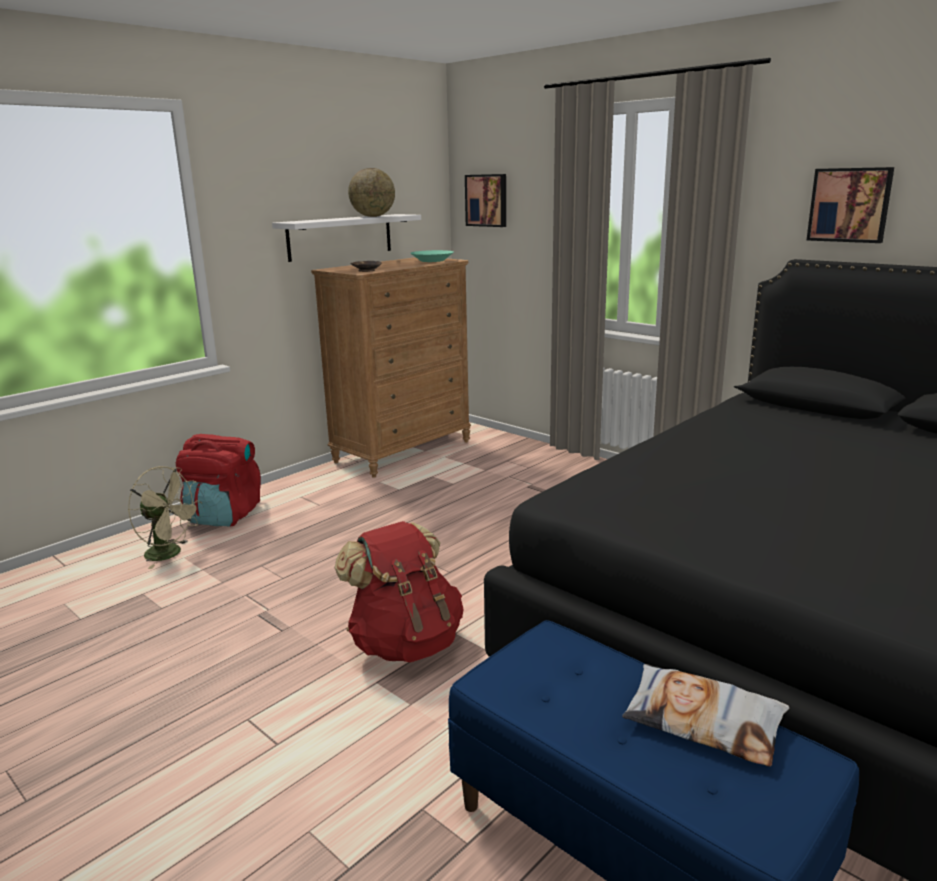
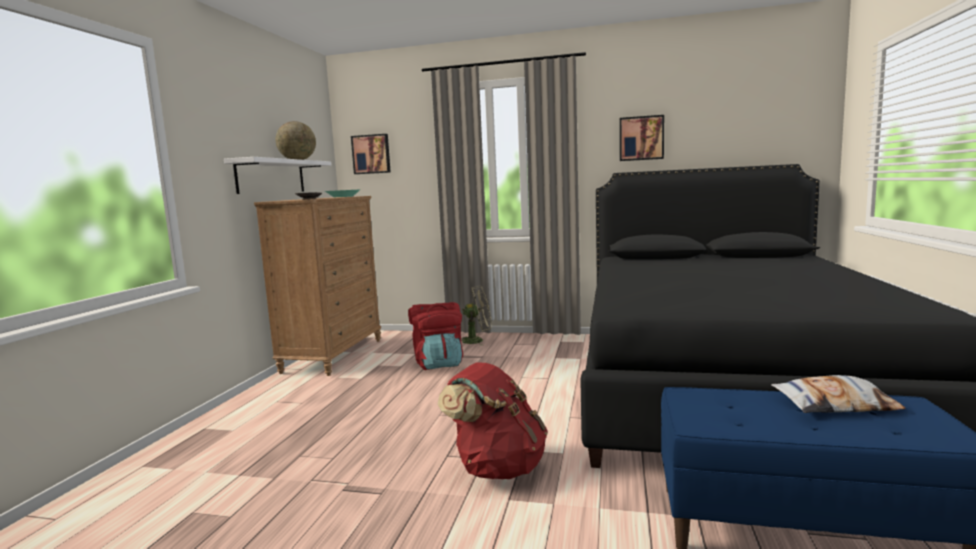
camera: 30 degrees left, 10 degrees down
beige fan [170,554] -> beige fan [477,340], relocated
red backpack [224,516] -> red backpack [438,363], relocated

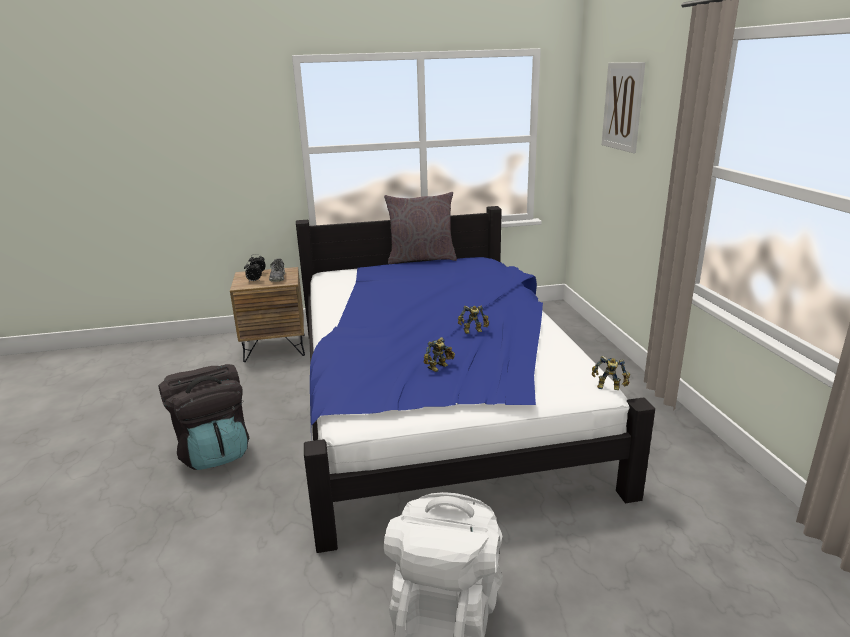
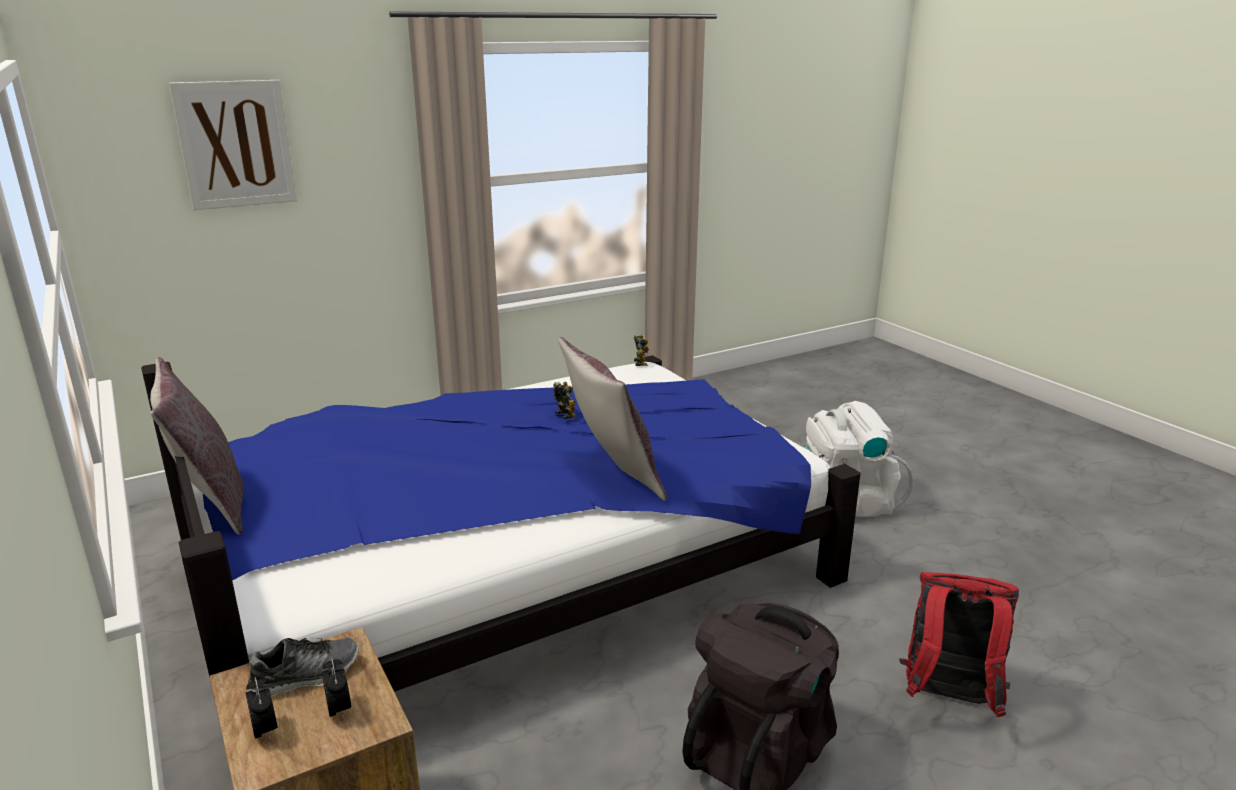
camera: 110 degrees left, 0 degrees up
toy robot [439,367] -> none
none -> grey pillow [611,475]
none -> red backpack [947,699]

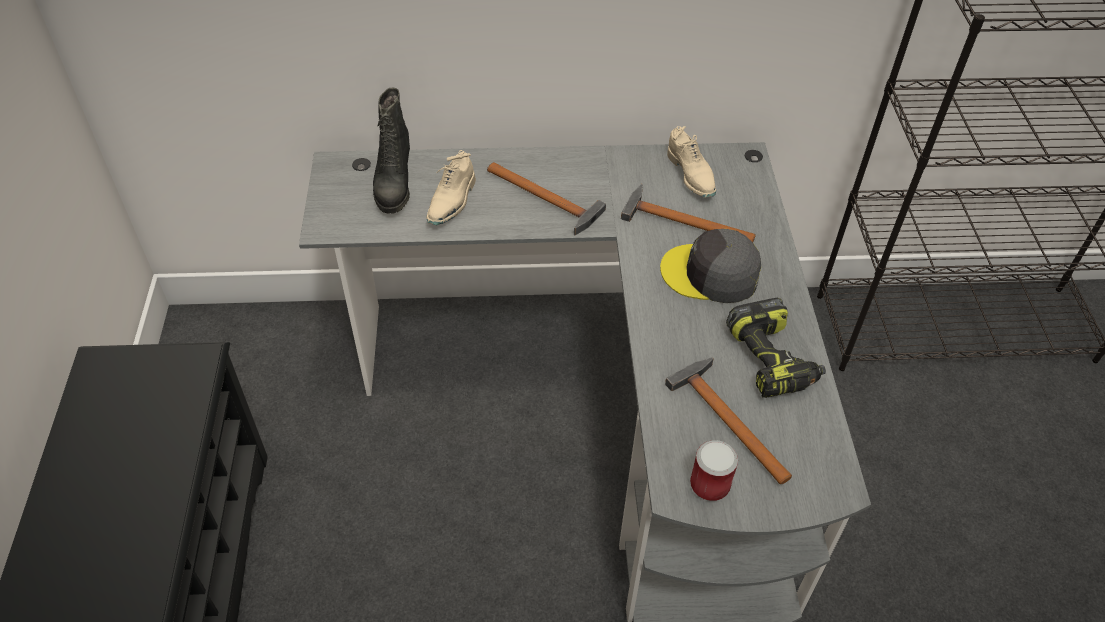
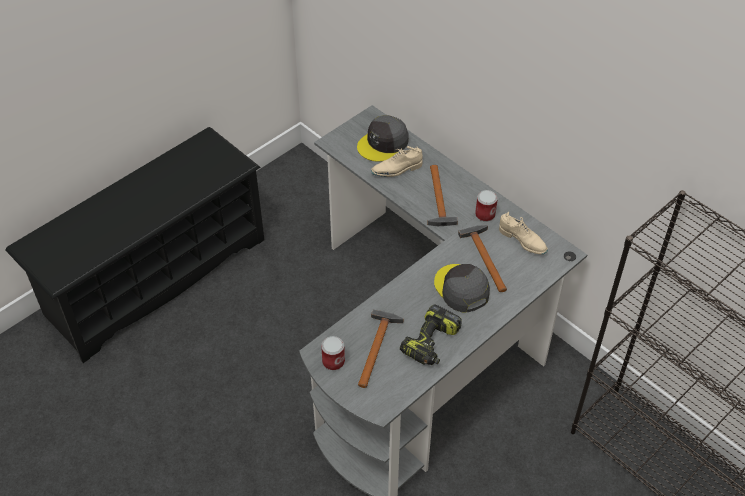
camera: 50 degrees right, 0 degrees up
none -> can [485,214]
black boot [393,184] -> grey cap [383,143]
beige shoe [691,175] -> beige shoe [522,241], 75 degrees counterclockwise

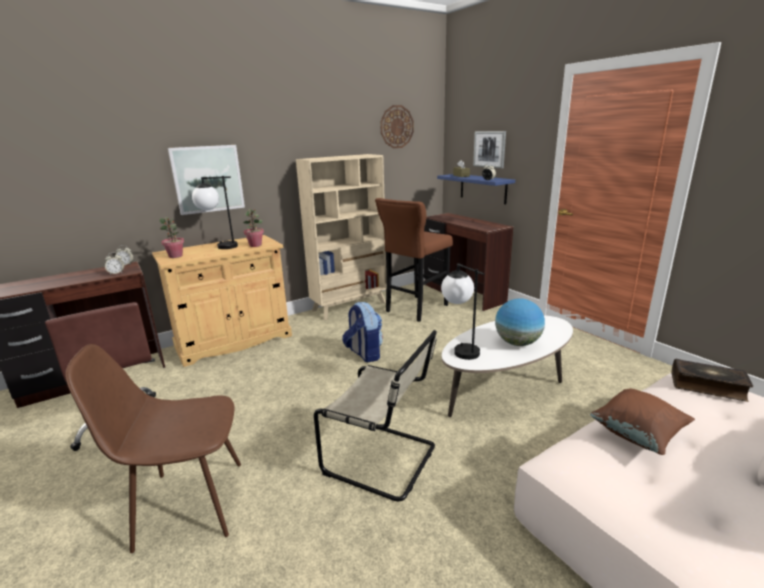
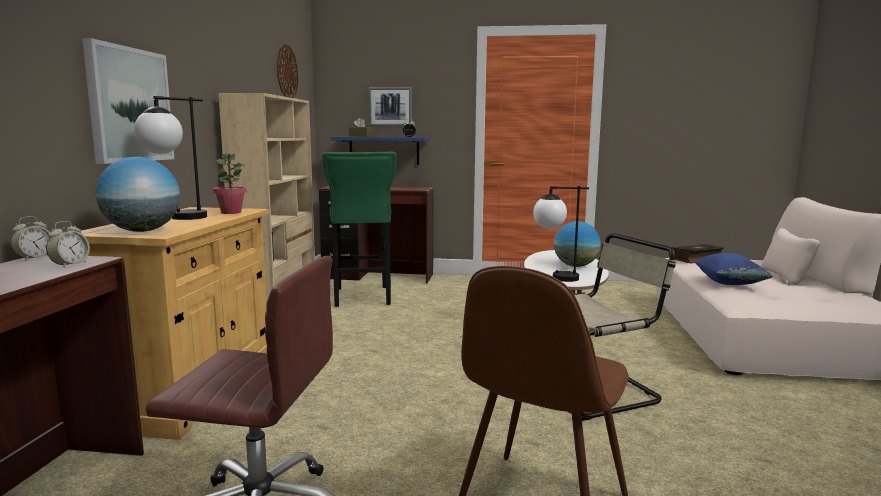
camera: 50 degrees left, 10 degrees down
backpack [364,354] -> none
potted plant [176,256] -> globe [142,231]
brown stool [415,309] -> green stool [362,298]
brown pillow [637,434] -> blue pillow [729,283]

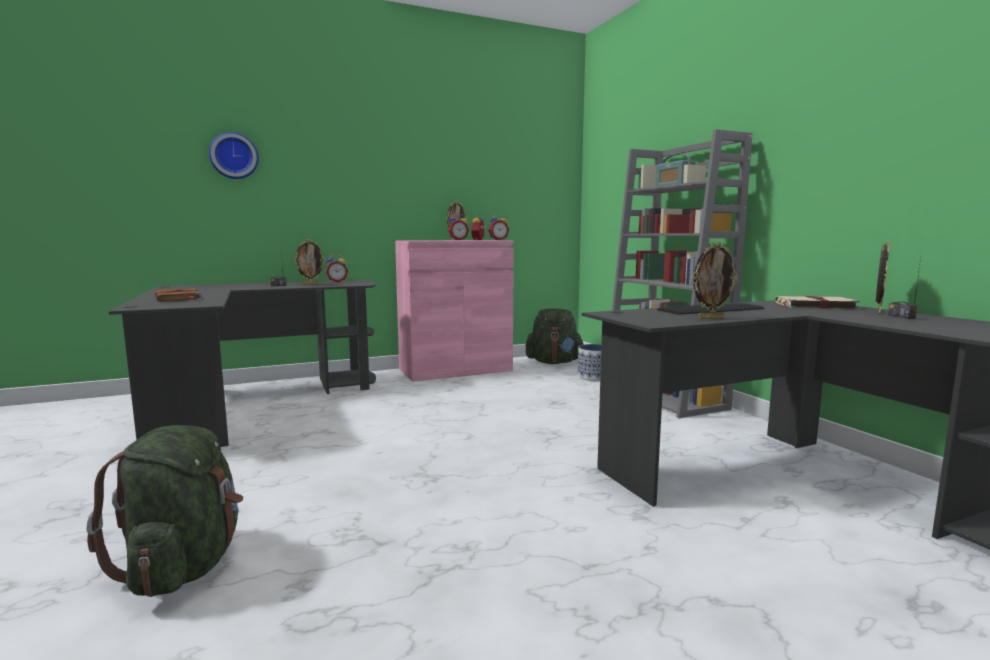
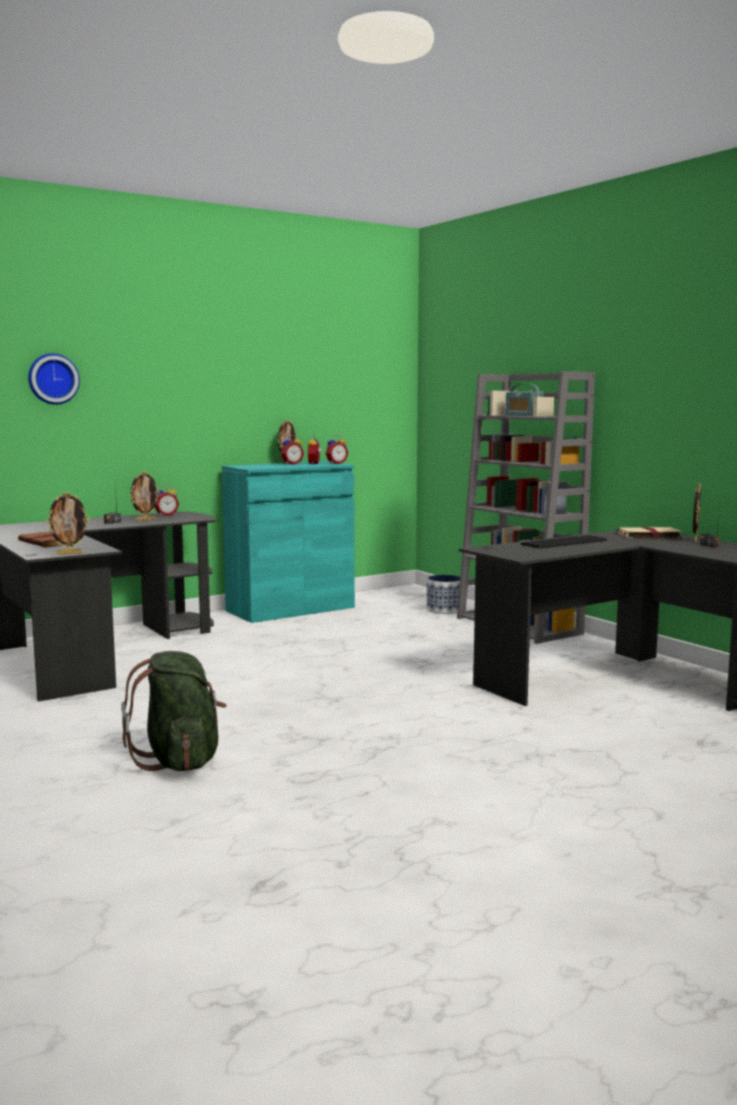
camera: 10 degrees left, 0 degrees up
green backpack [554,362] -> none
picture frame [711,318] -> picture frame [69,553], relocated
pink cabinet [455,370] -> turquoise cabinet [290,609]

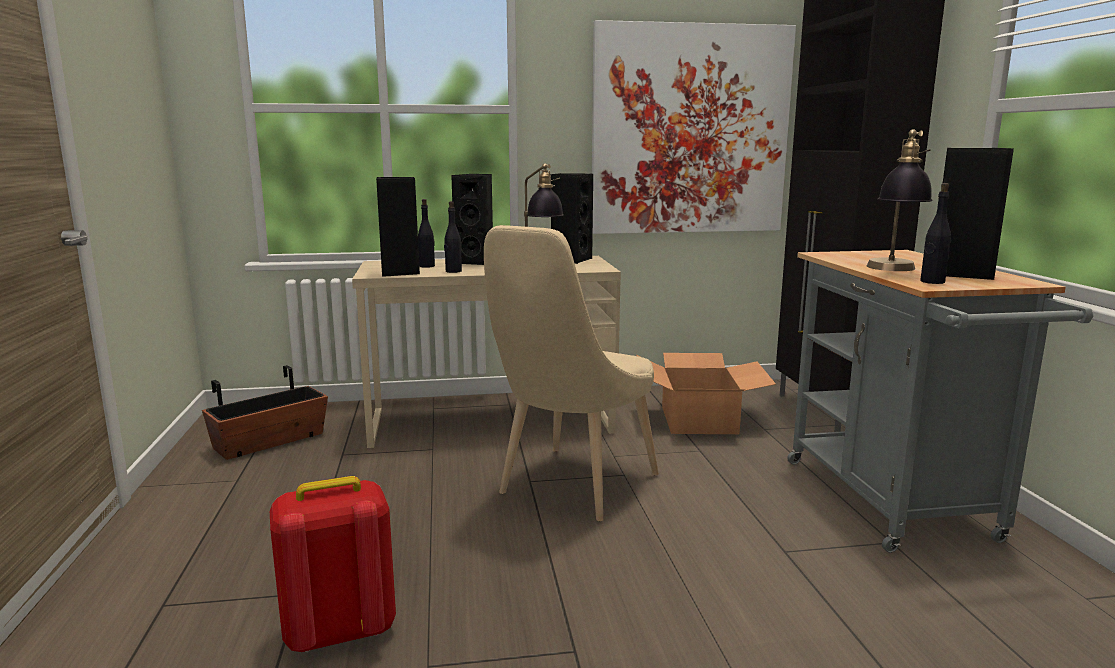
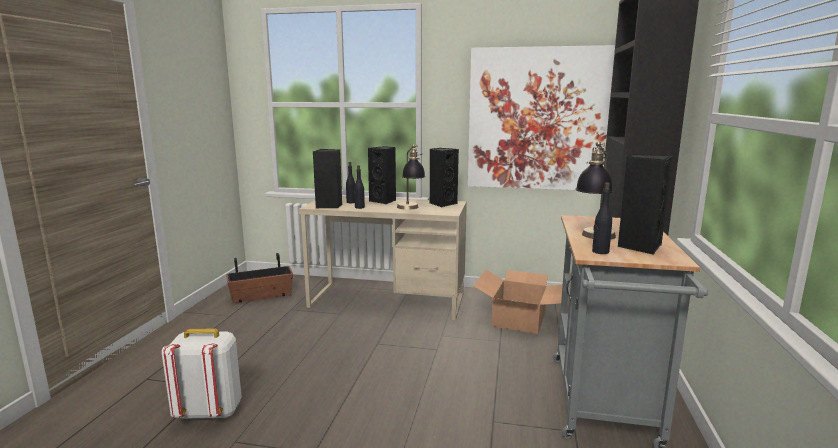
camera: 20 degrees right, 0 degrees up
beige chair [572,488] -> none
red backpack [338,631] -> white backpack [209,412]

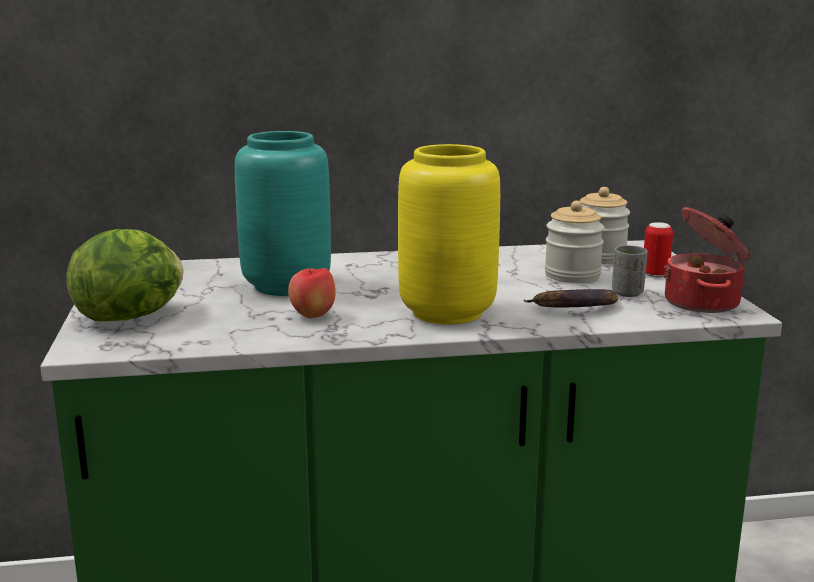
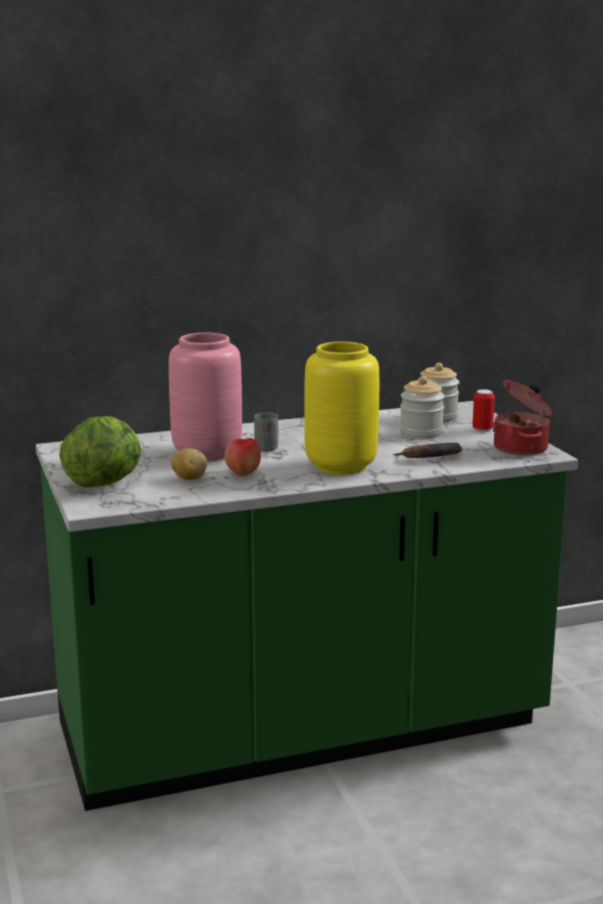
camera: 10 degrees left, 0 degrees up
none -> potato [188,479]
grey cup [627,293] -> grey cup [266,448], relocated
turquoise vase [287,286] -> pink vase [207,453]

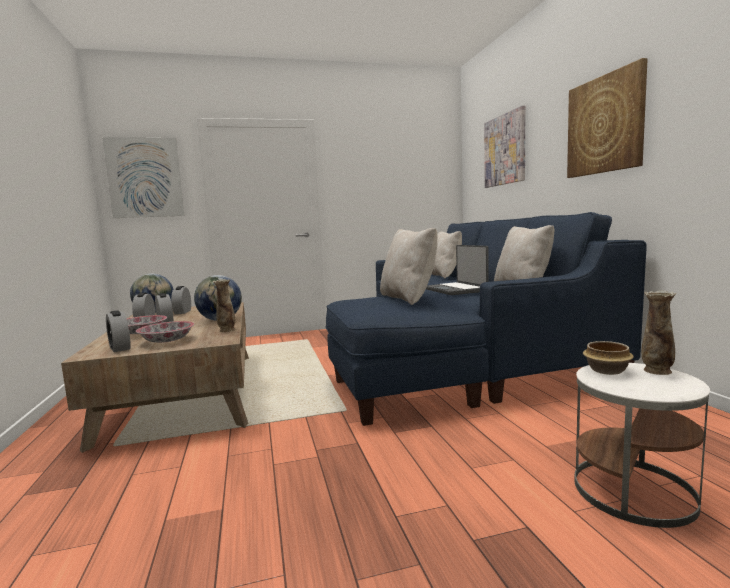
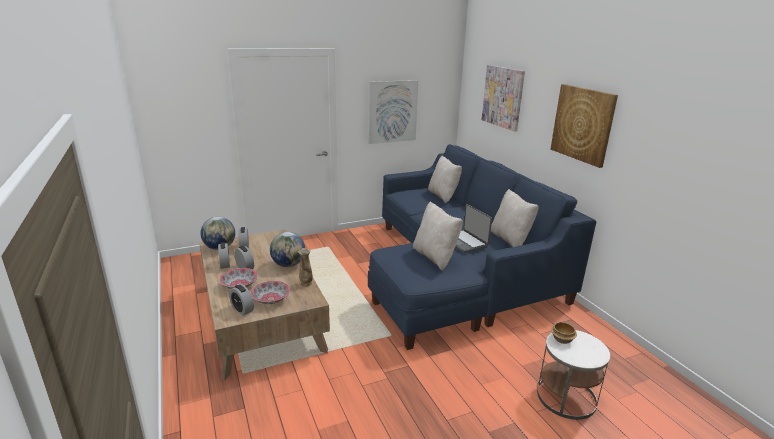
camera: 10 degrees left, 15 degrees up
vase [656,371] -> none
picture [145,178] -> picture [393,112], relocated

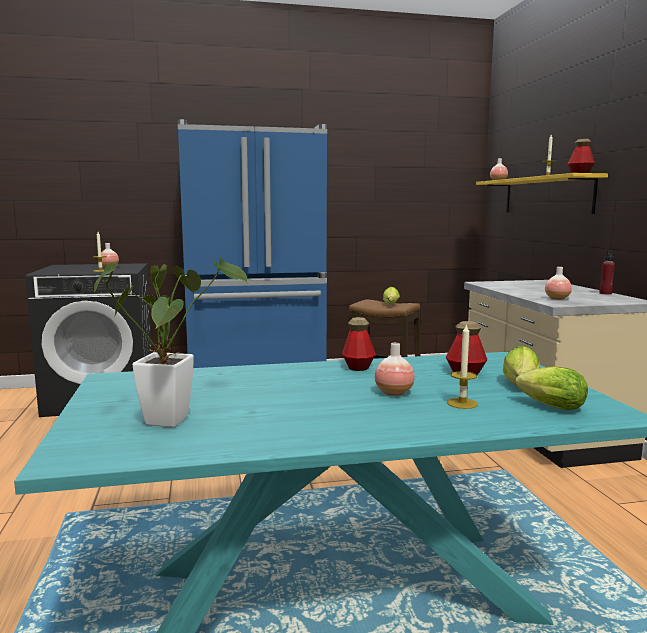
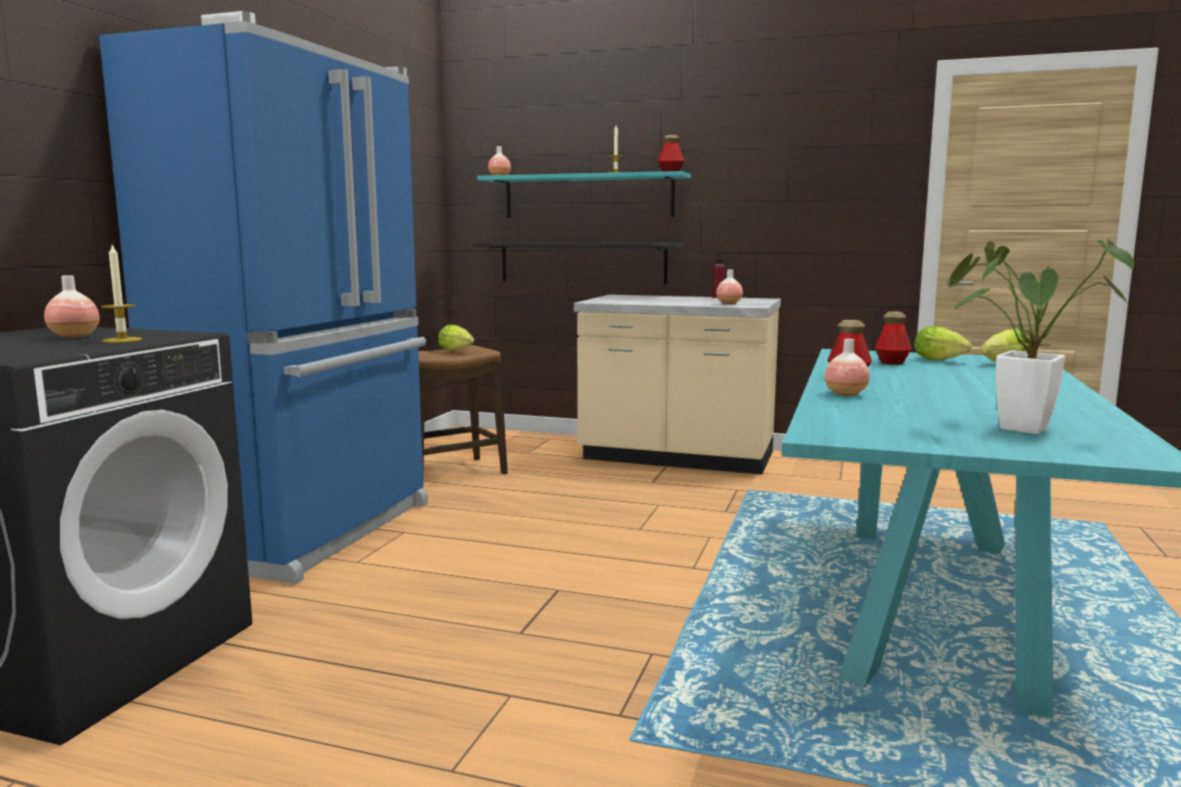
camera: 60 degrees left, 0 degrees up
candle [462,403] -> none
none -> black shelf [582,262]
vase [394,393] -> vase [846,394], relocated
yellow shelf [546,195] -> turquoise shelf [588,196]

